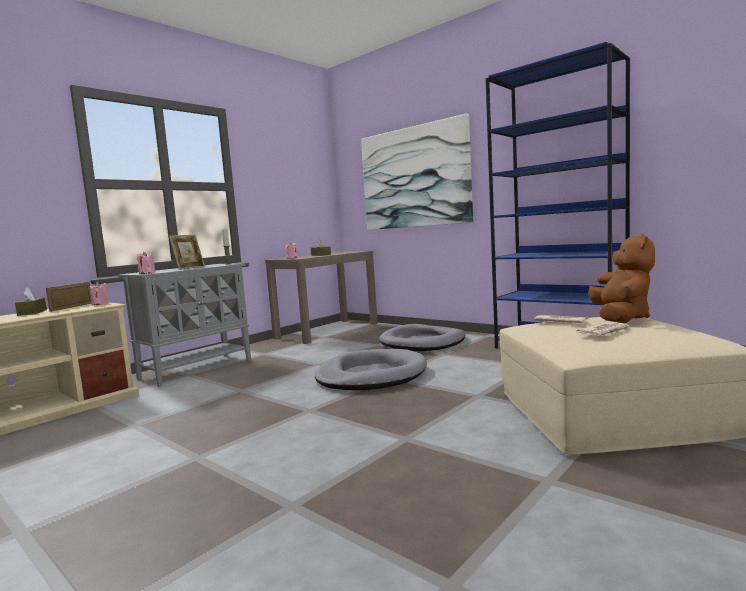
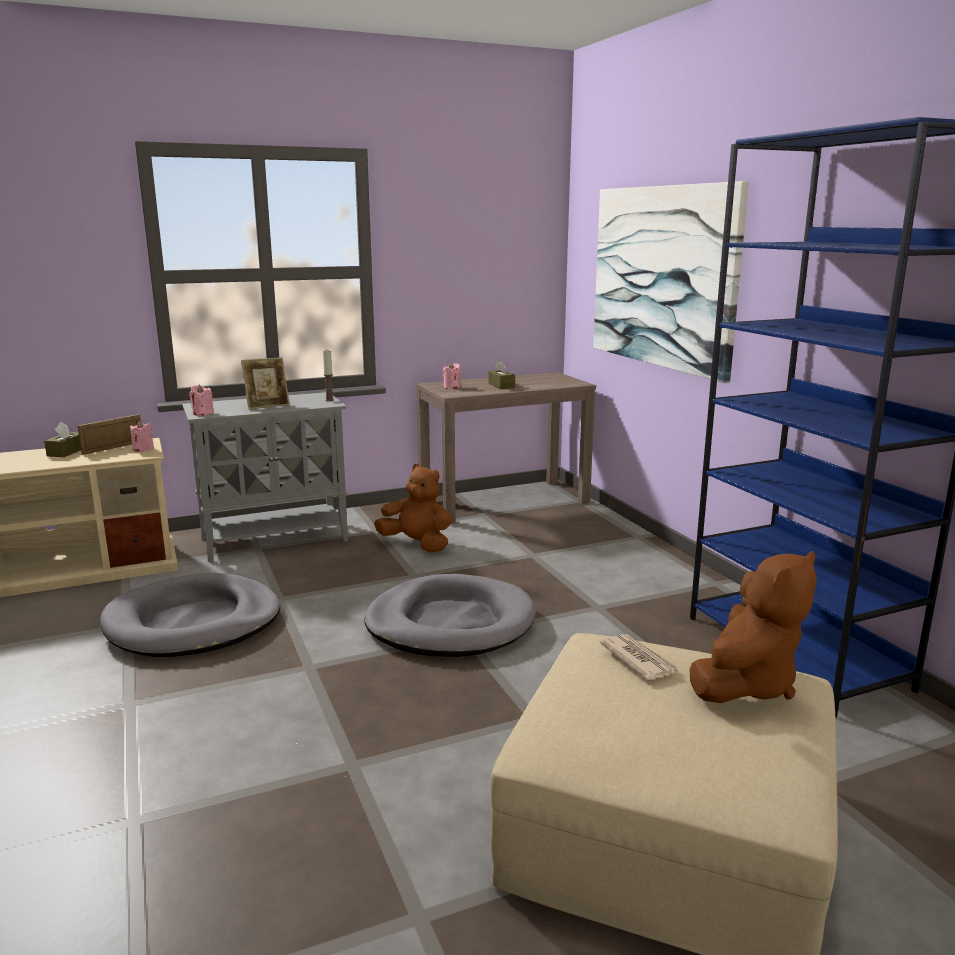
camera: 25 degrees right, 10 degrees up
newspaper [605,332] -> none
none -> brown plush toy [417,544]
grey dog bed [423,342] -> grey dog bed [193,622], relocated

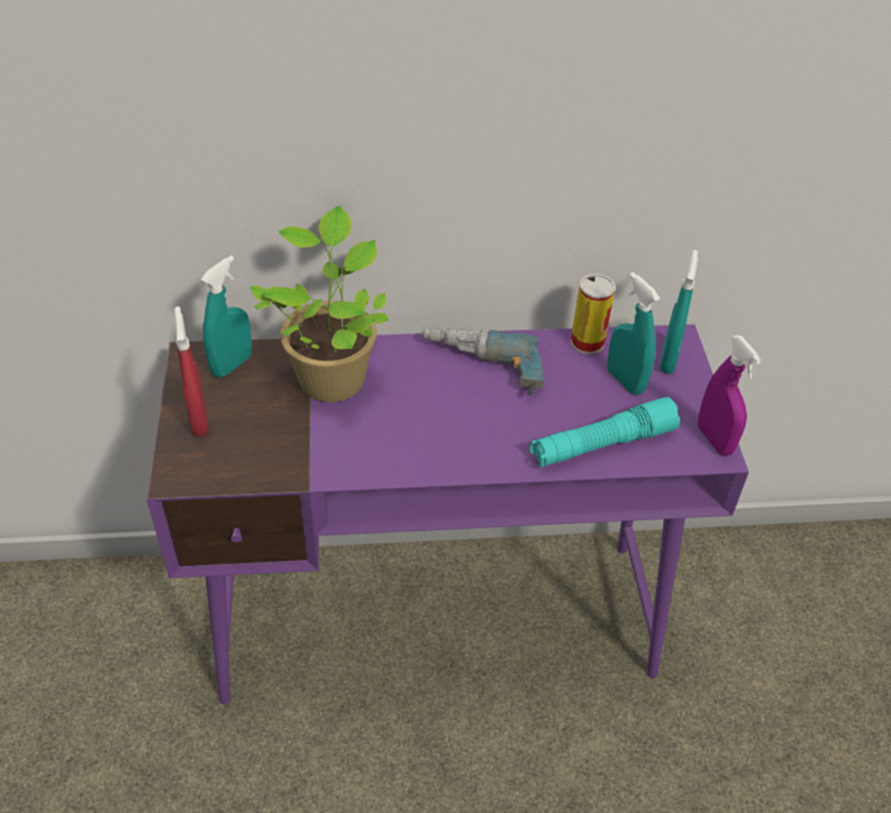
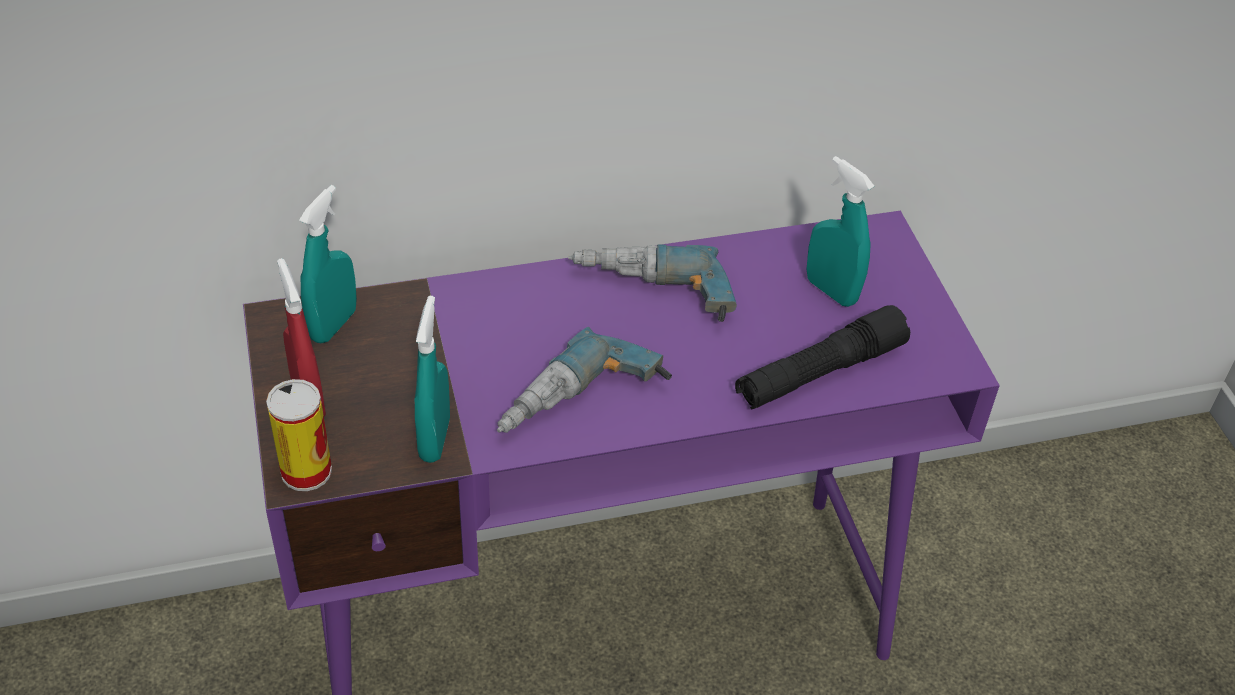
camera: 10 degrees left, 0 degrees up
potted plant [332,375] -> none
purple spray bottle [714,440] -> none
none -> power drill [583,408]
can [587,342] -> can [306,471], relocated
turquoise spray bottle [668,359] -> turquoise spray bottle [434,439], relocated
turquoise flashlight [602,444] -> black flashlight [819,373]

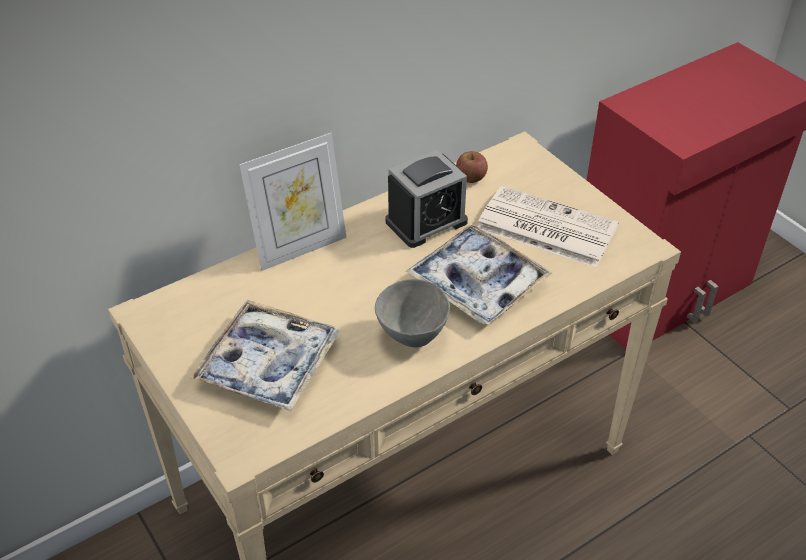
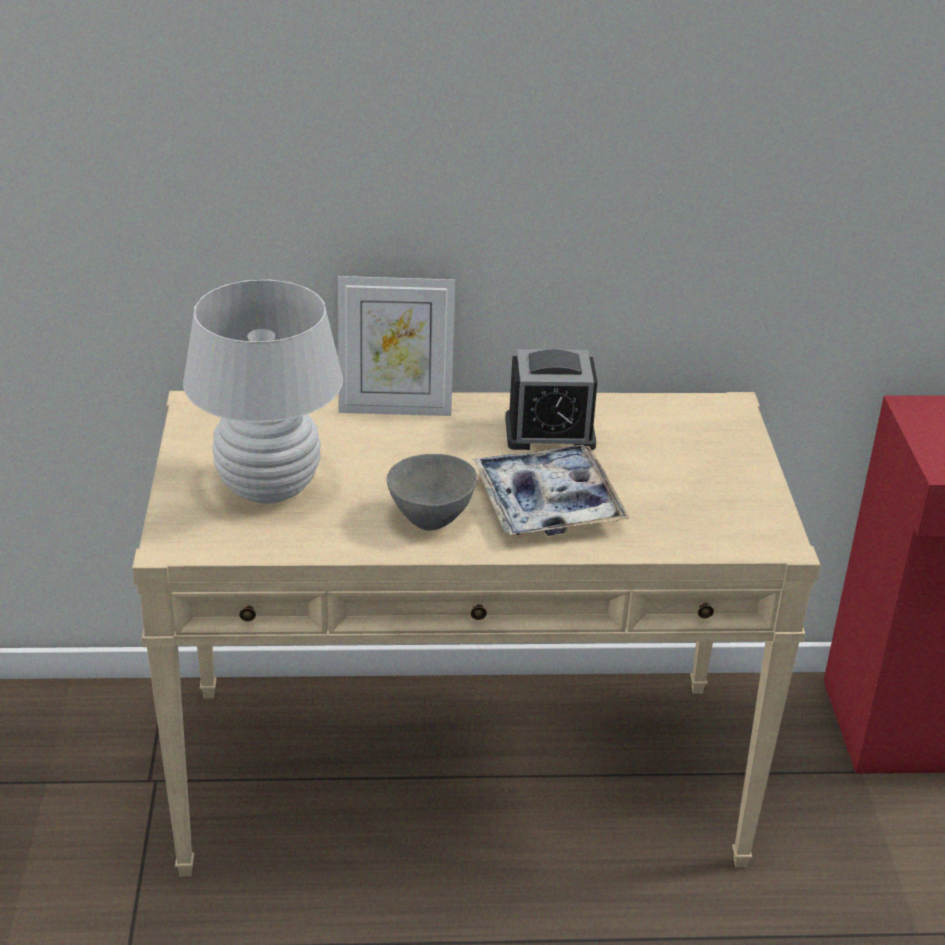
camera: 30 degrees right, 10 degrees down
apple [471,177] -> none
newspaper [544,227] -> none
tray [268,364] -> white table lamp [268,488]

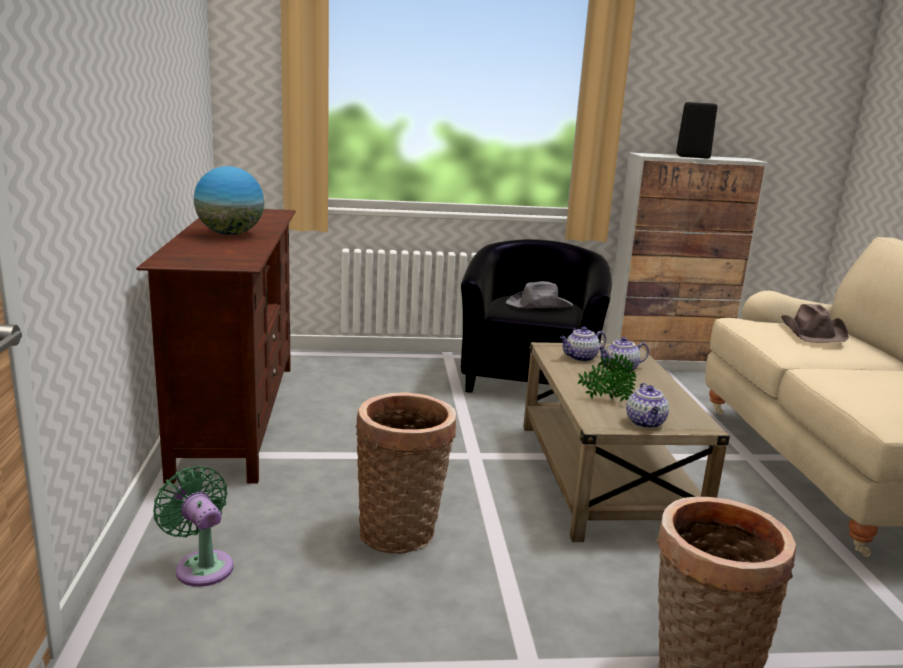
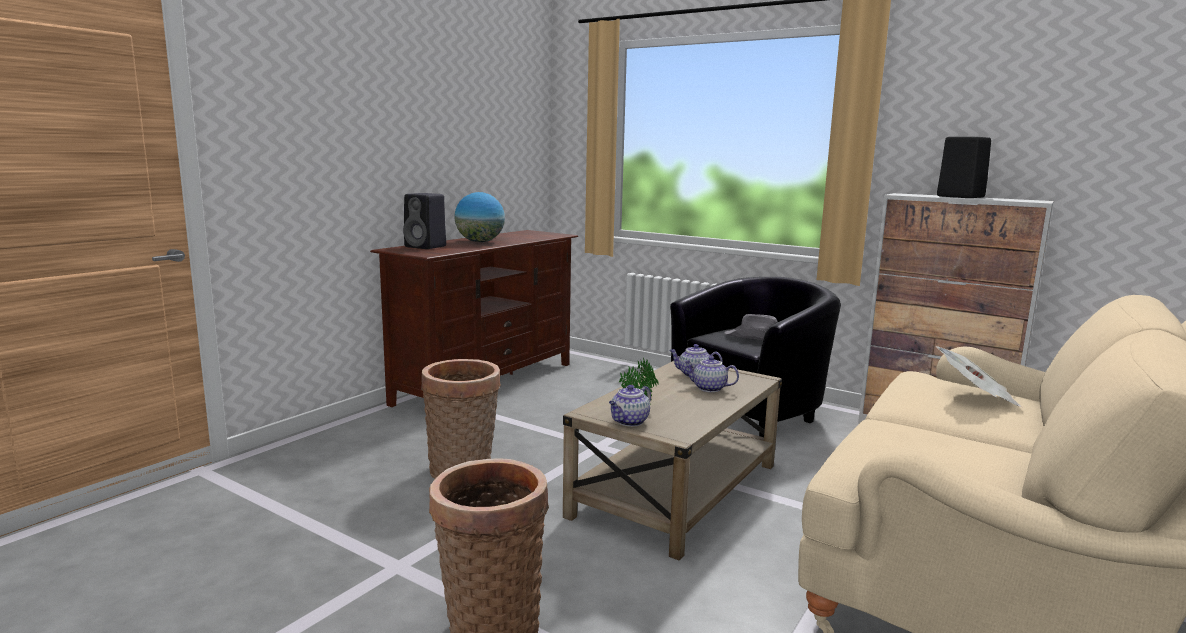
camera: 40 degrees right, 5 degrees down
green fan [202,565] -> none
none -> black speaker [426,247]
brown hat [813,333] -> newspaper [975,397]

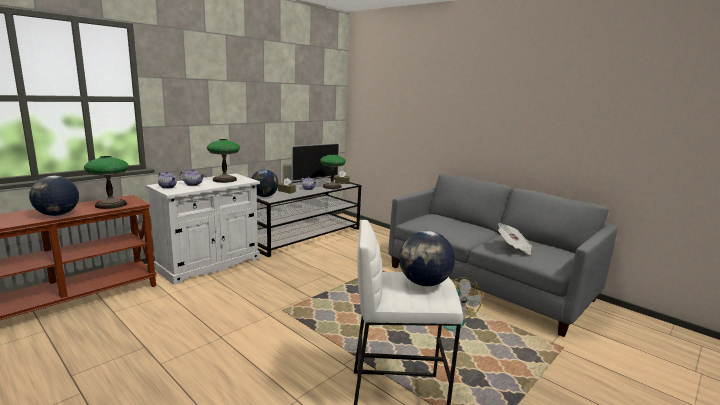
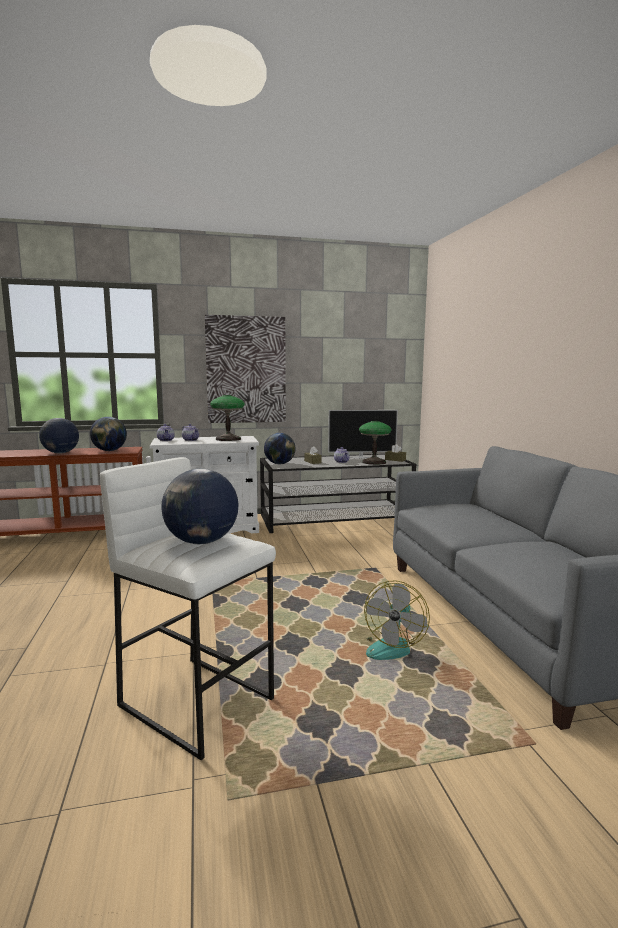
camera: 35 degrees right, 5 degrees down
newspaper [514,248] -> none
none -> picture [246,370]
table lamp [111,204] -> globe [109,451]

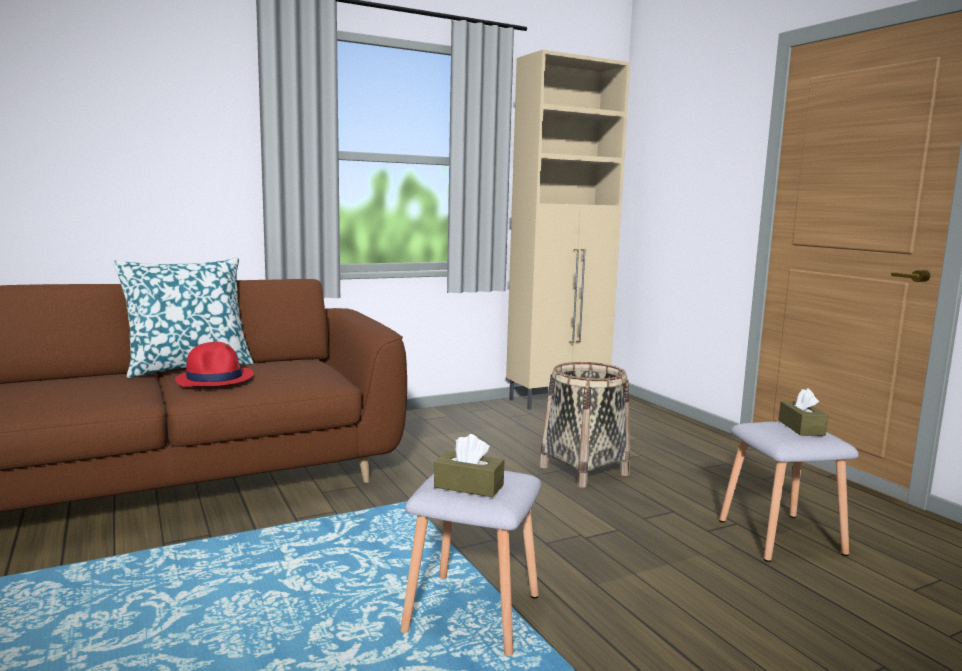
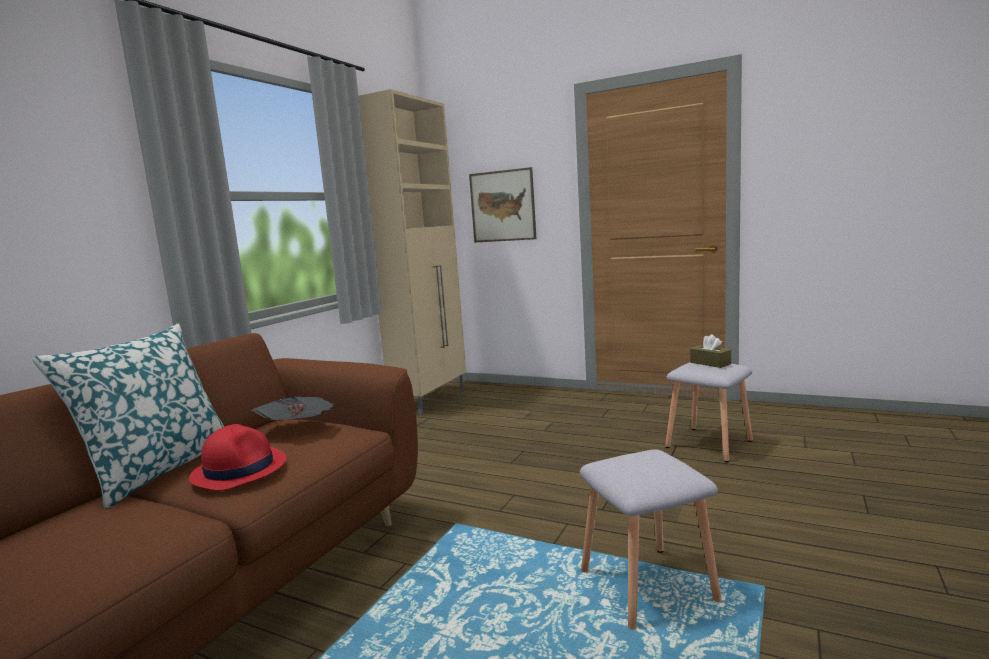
camera: 35 degrees left, 0 degrees up
brown tissue box [469,486] -> none
basket [583,470] -> none
none -> newspaper [298,429]
none -> picture [502,206]

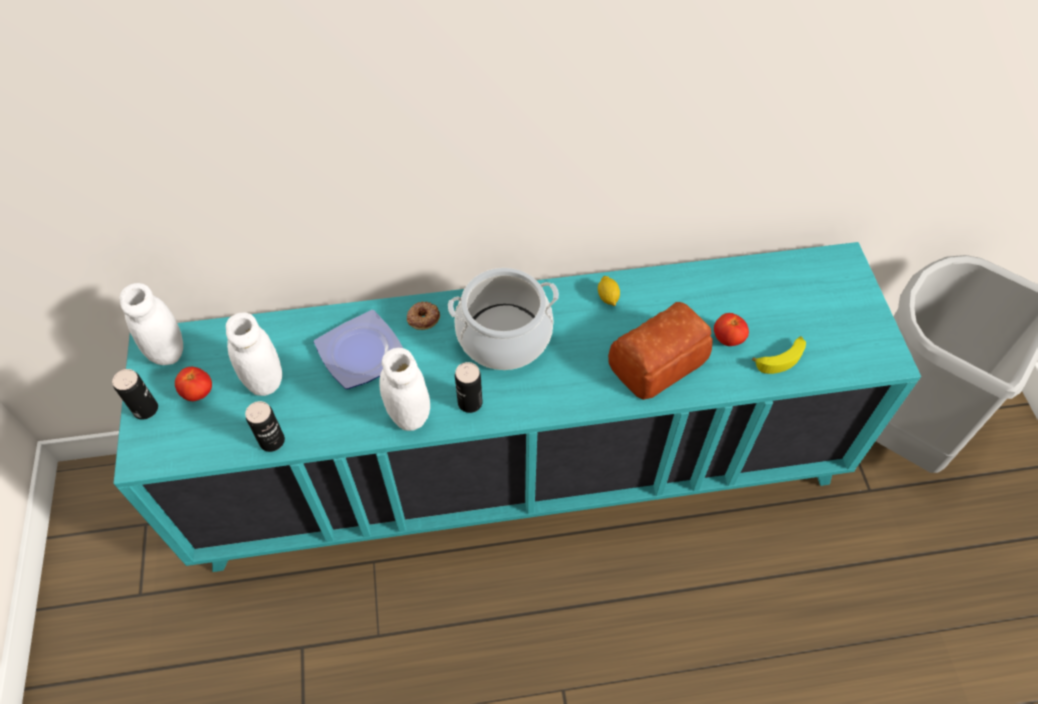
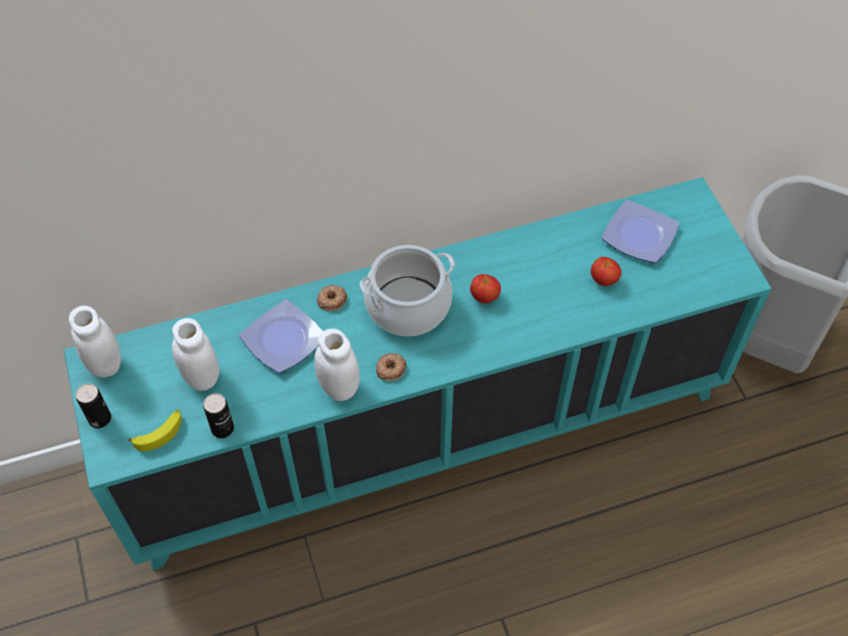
camera: 10 degrees left, 0 degrees up
lemon [608,297] -> none
bread [660,361] -> none
none -> plate [641,235]
tomato [198,392] -> tomato [484,297], relocated
banana [780,357] -> banana [160,433], relocated
can [470,402] -> donut [390,368]

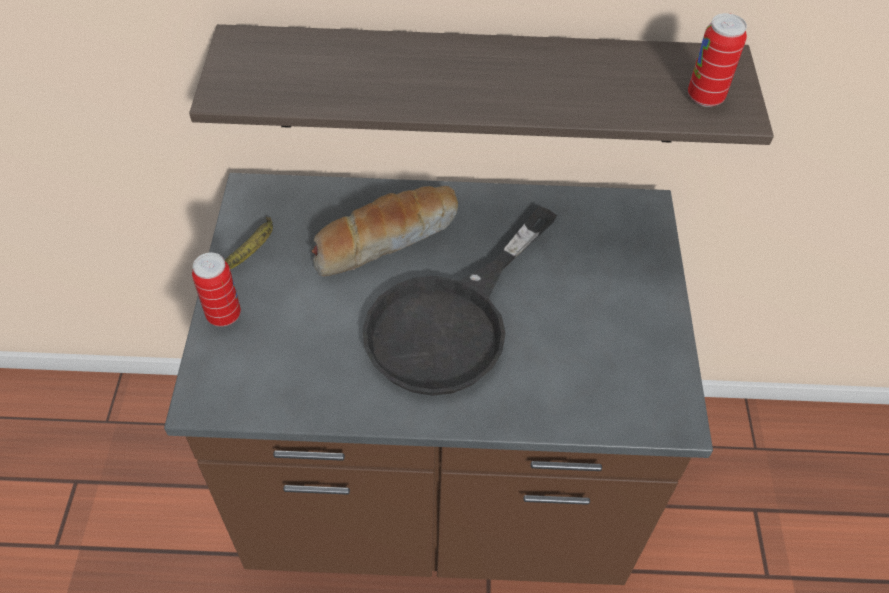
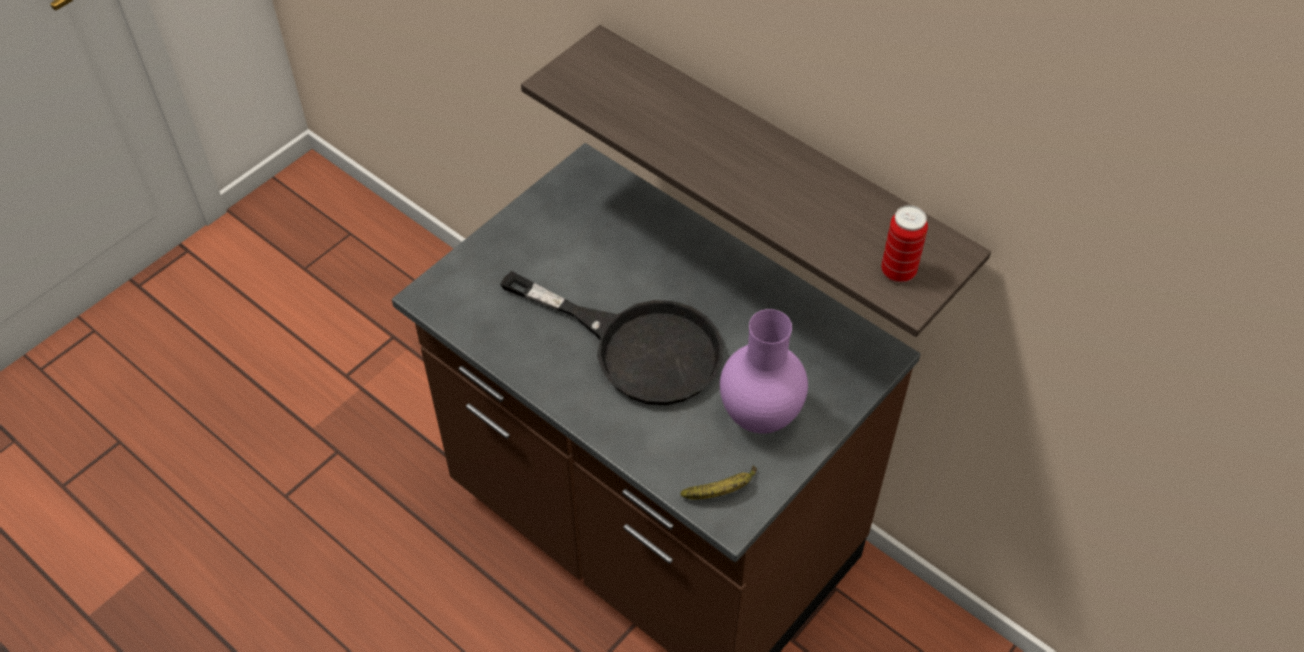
camera: 40 degrees right, 0 degrees up
can [224,315] -> none
bread [385,239] -> none
none -> purple vase [759,418]
banana [254,250] -> banana [722,491], relocated
black frying pan [451,322] -> black frying pan [638,347], 135 degrees counterclockwise

